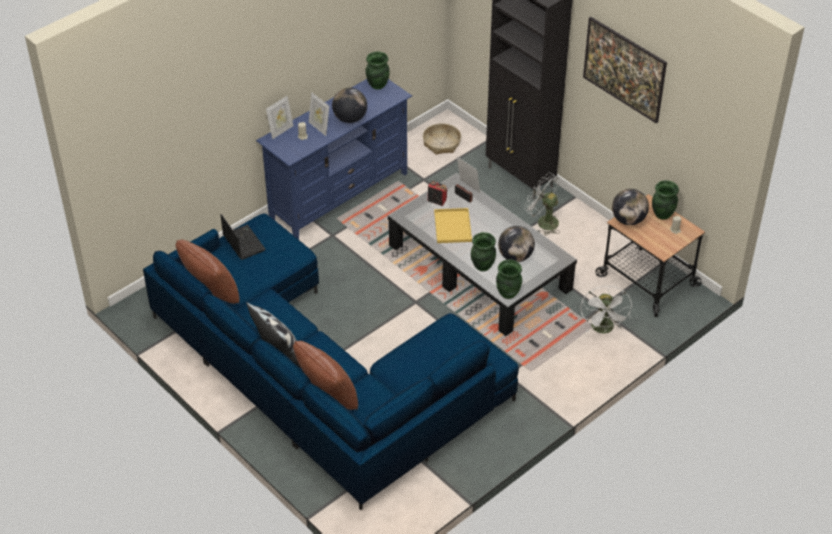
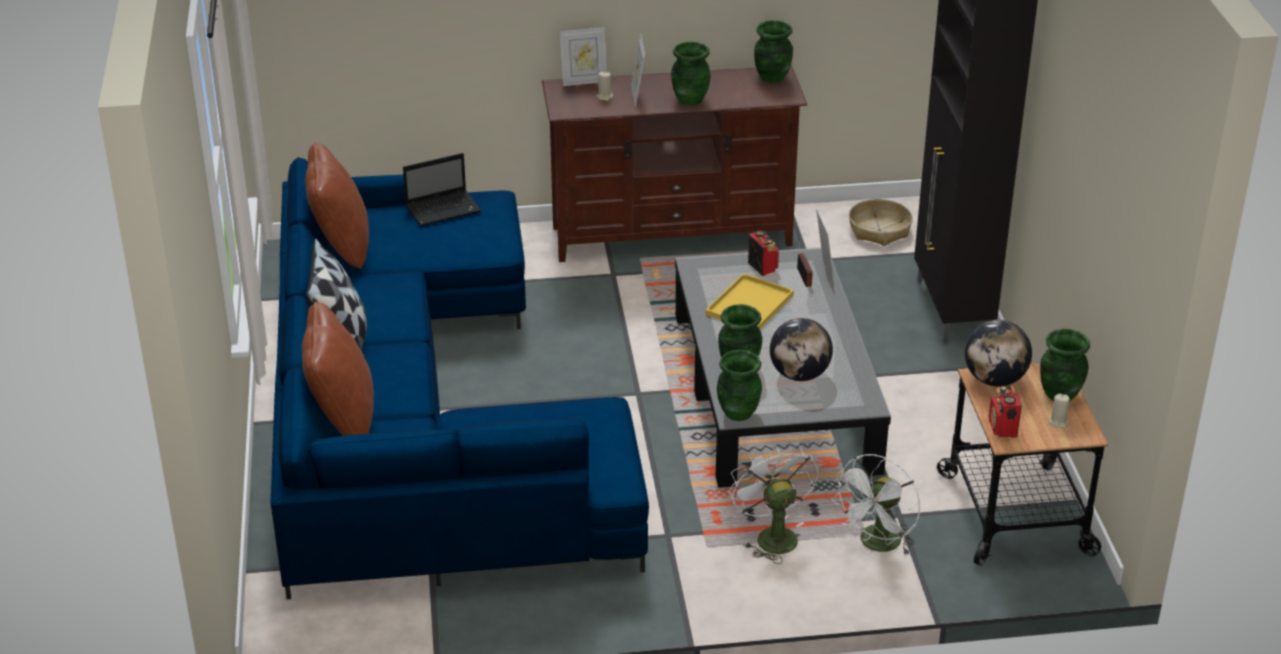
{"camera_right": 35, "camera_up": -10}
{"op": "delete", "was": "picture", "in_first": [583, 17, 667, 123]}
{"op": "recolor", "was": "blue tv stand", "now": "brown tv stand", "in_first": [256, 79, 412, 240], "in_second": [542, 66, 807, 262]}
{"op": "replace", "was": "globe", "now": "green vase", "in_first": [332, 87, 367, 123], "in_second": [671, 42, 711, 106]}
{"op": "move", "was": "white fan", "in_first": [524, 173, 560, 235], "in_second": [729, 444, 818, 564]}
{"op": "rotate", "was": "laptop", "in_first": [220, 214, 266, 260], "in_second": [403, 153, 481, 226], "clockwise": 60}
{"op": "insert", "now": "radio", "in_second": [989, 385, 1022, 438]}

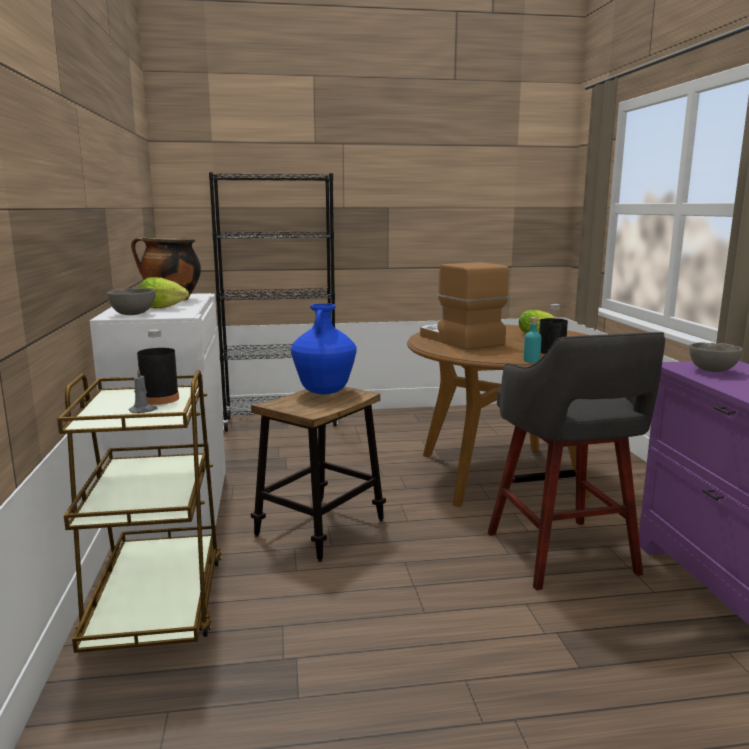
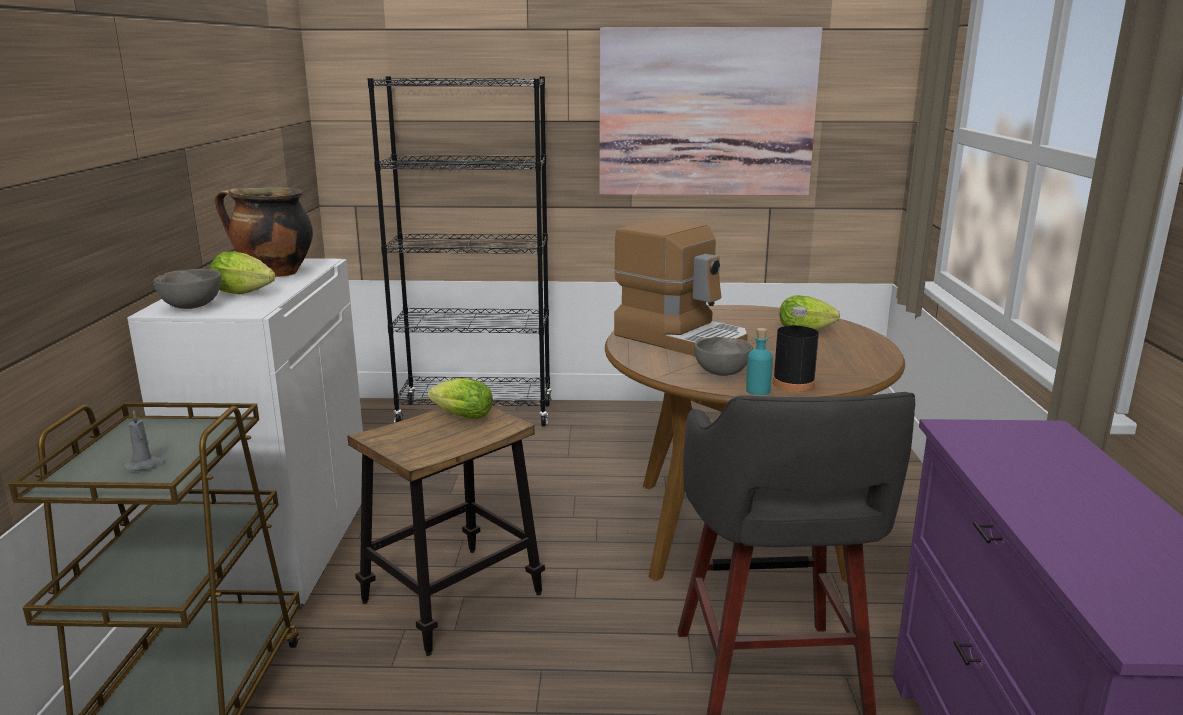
{"camera_right": 10, "camera_up": 5}
{"op": "rotate", "was": "coffee machine", "in_first": [420, 262, 509, 350], "in_second": [614, 219, 748, 356], "clockwise": 150}
{"op": "replace", "was": "blue vase", "now": "lettuce", "in_first": [291, 303, 357, 395], "in_second": [428, 378, 493, 419]}
{"op": "delete", "was": "black bottle", "in_first": [137, 329, 179, 405]}
{"op": "move", "was": "grey bowl", "in_first": [689, 342, 743, 372], "in_second": [694, 337, 753, 376]}
{"op": "insert", "now": "picture", "in_second": [599, 27, 823, 196]}

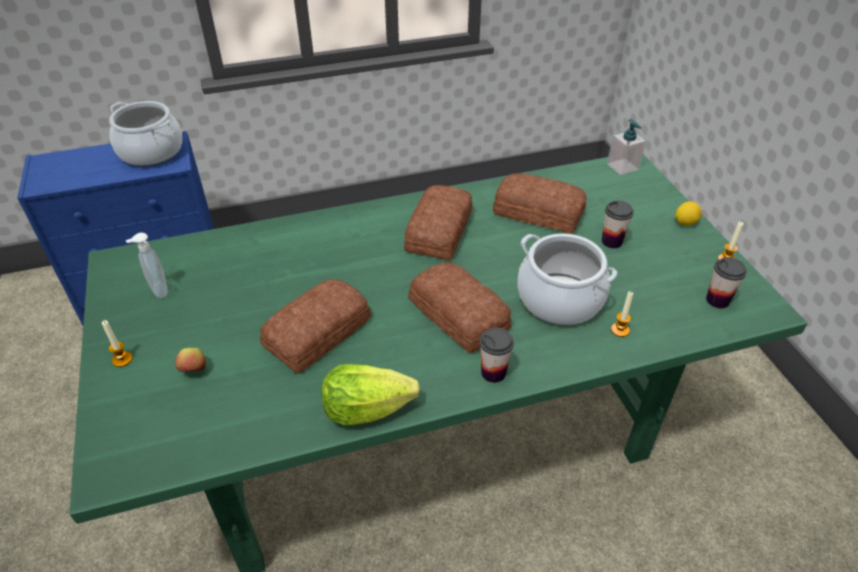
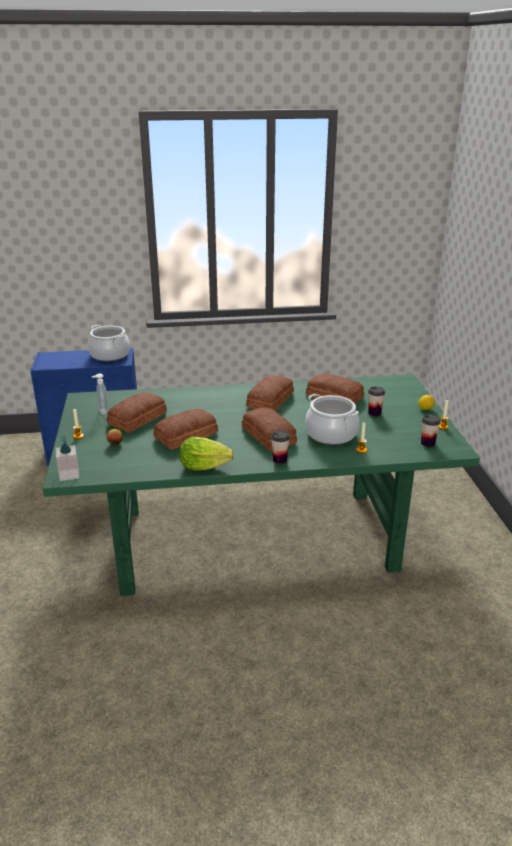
{"camera_right": 10, "camera_up": -15}
{"op": "move", "was": "soap dispenser", "in_first": [607, 119, 647, 175], "in_second": [55, 436, 80, 481]}
{"op": "insert", "now": "bread", "in_second": [107, 392, 167, 433]}

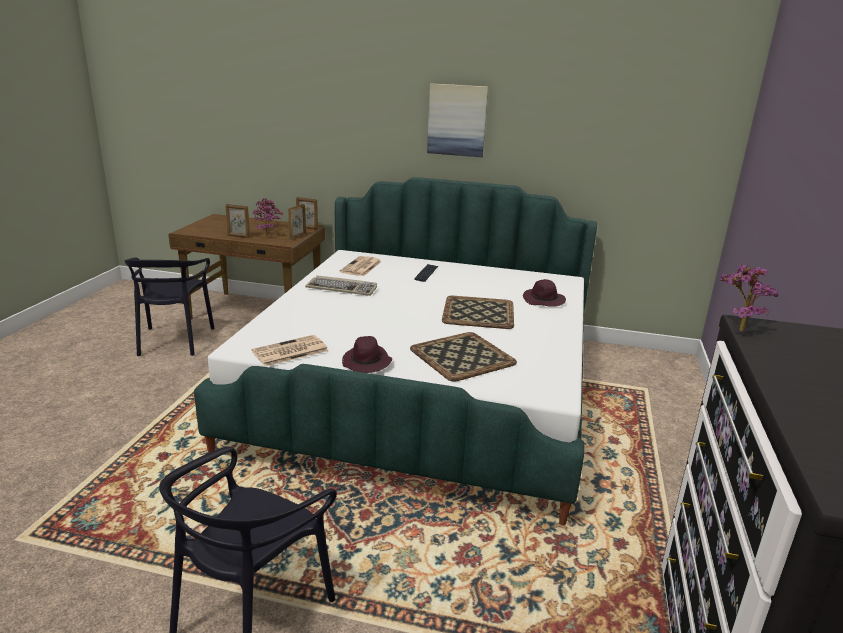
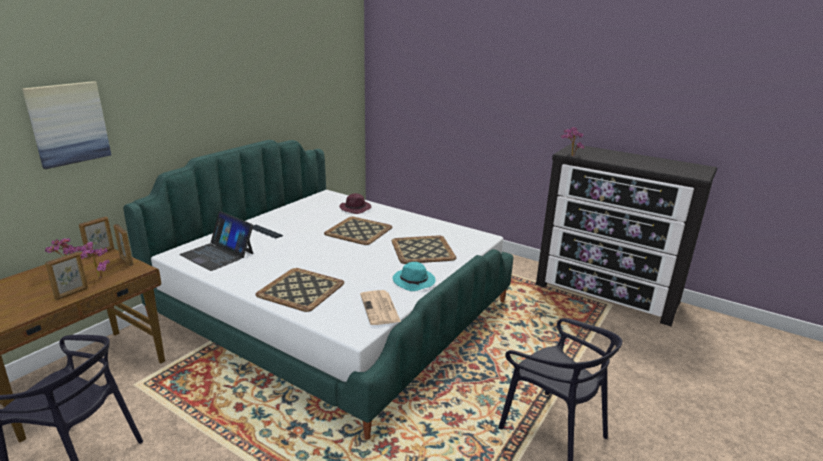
{"camera_right": -70, "camera_up": 0}
{"op": "move", "was": "picture", "in_first": [427, 83, 488, 157], "in_second": [22, 81, 111, 169]}
{"op": "replace", "was": "newspaper", "now": "laptop", "in_first": [340, 256, 381, 276], "in_second": [179, 211, 253, 271]}
{"op": "delete", "was": "keyboard", "in_first": [305, 275, 377, 296]}
{"op": "recolor", "was": "purple hat", "now": "turquoise hat", "in_first": [342, 336, 392, 373], "in_second": [393, 262, 436, 291]}
{"op": "insert", "now": "tray", "in_second": [255, 268, 344, 312]}

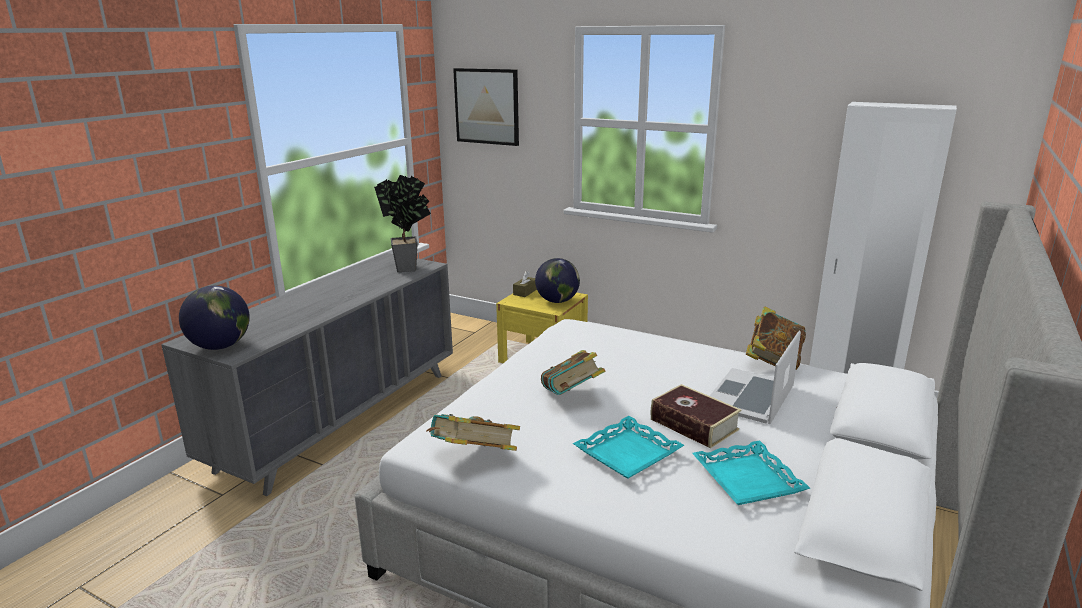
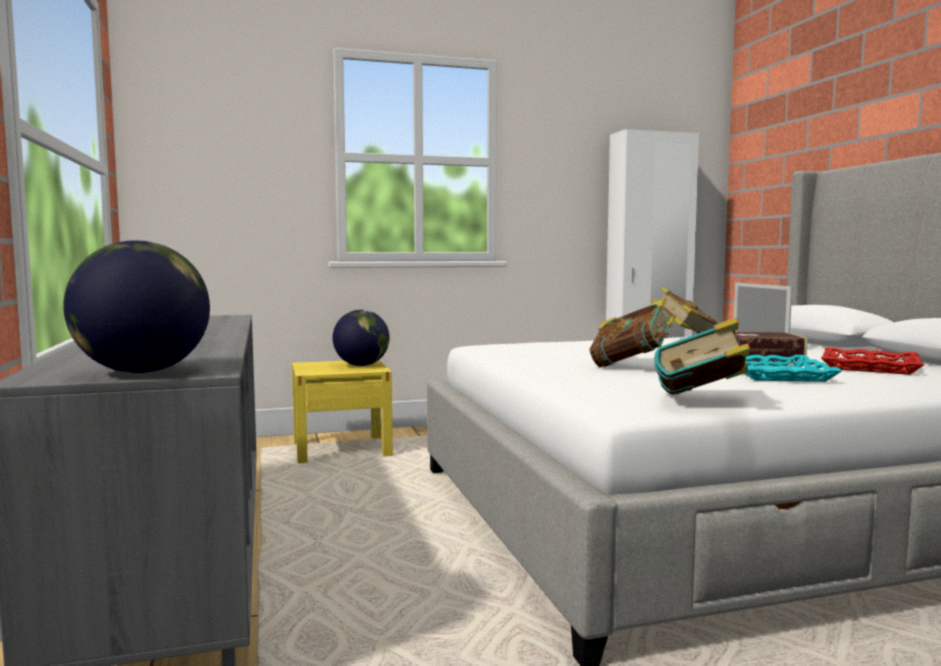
{"camera_right": -45, "camera_up": -15}
{"op": "delete", "was": "picture", "in_first": [453, 68, 519, 146]}
{"op": "delete", "was": "potted plant", "in_first": [374, 175, 431, 272]}
{"op": "delete", "was": "brown tissue box", "in_first": [513, 271, 537, 297]}
{"op": "recolor", "was": "turquoise tray", "now": "red tray", "in_first": [692, 441, 810, 505], "in_second": [821, 347, 924, 375]}

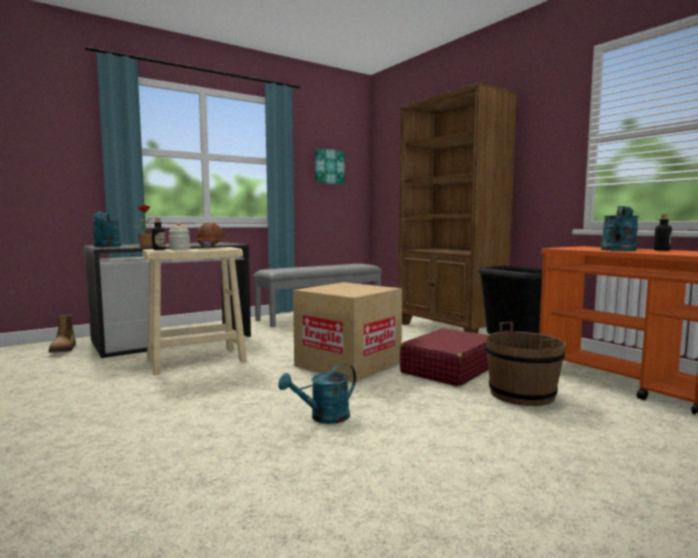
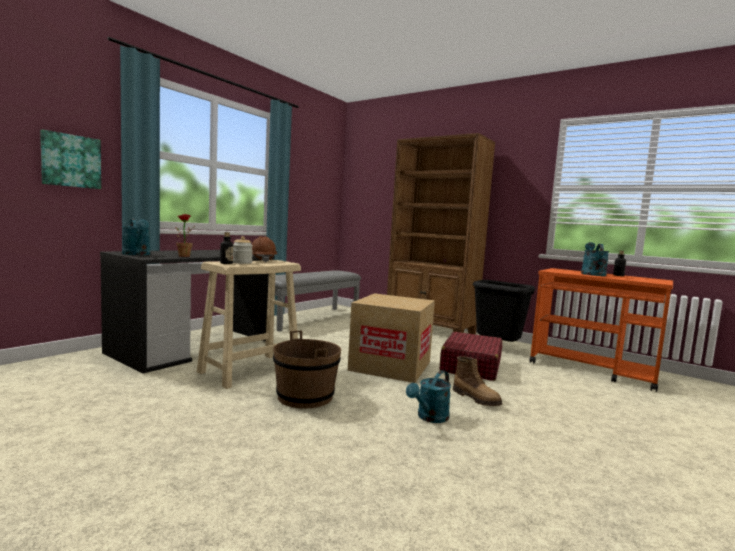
{"camera_right": -20, "camera_up": 0}
{"op": "move", "was": "picture", "in_first": [315, 148, 345, 184], "in_second": [40, 129, 101, 189]}
{"op": "move", "was": "boot", "in_first": [49, 315, 76, 353], "in_second": [453, 356, 502, 406]}
{"op": "move", "was": "brown bucket", "in_first": [485, 322, 566, 406], "in_second": [273, 331, 341, 409]}

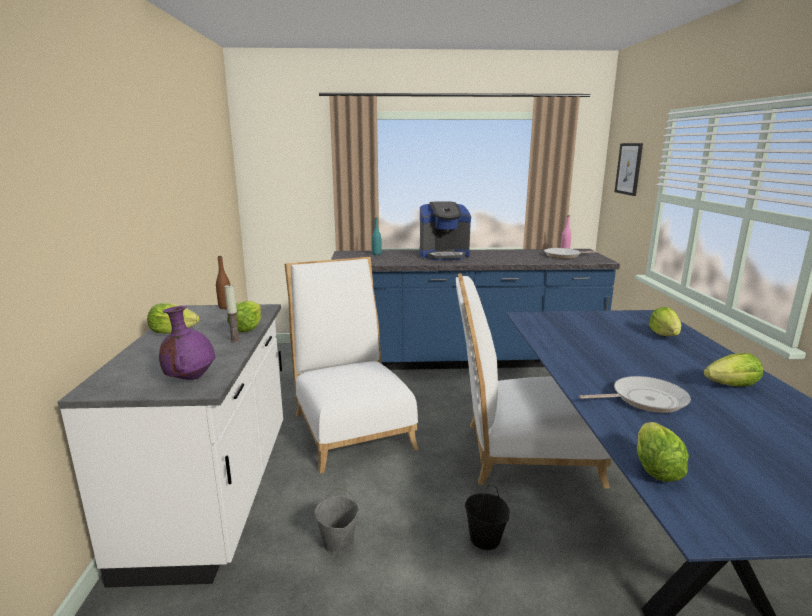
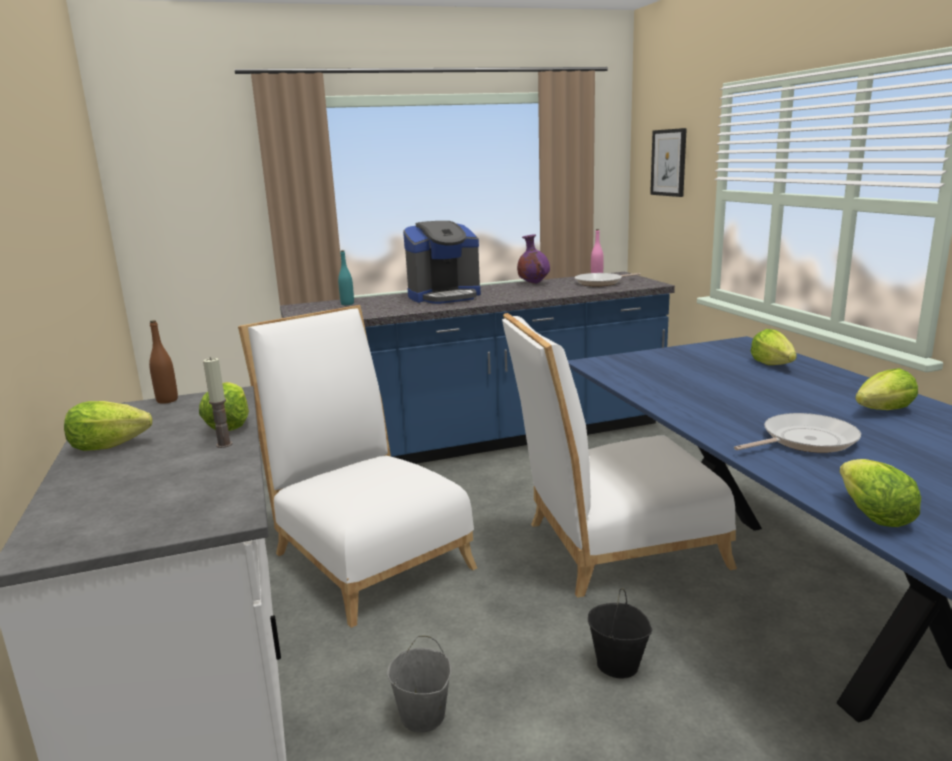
{"camera_right": -15, "camera_up": 0}
{"op": "move", "was": "purple vase", "in_first": [159, 306, 215, 380], "in_second": [517, 235, 550, 284]}

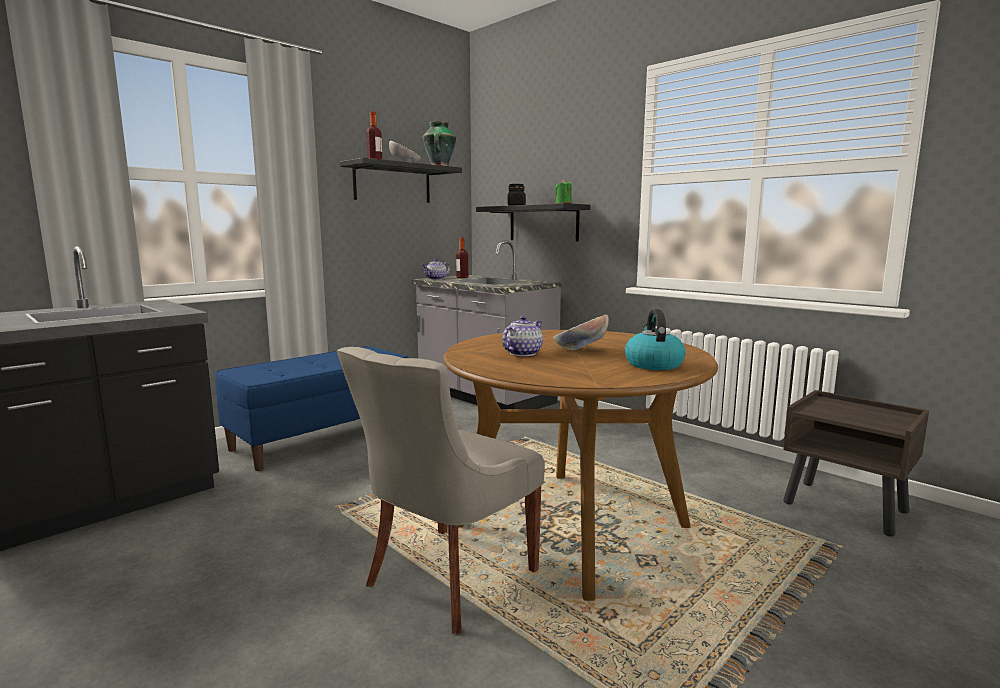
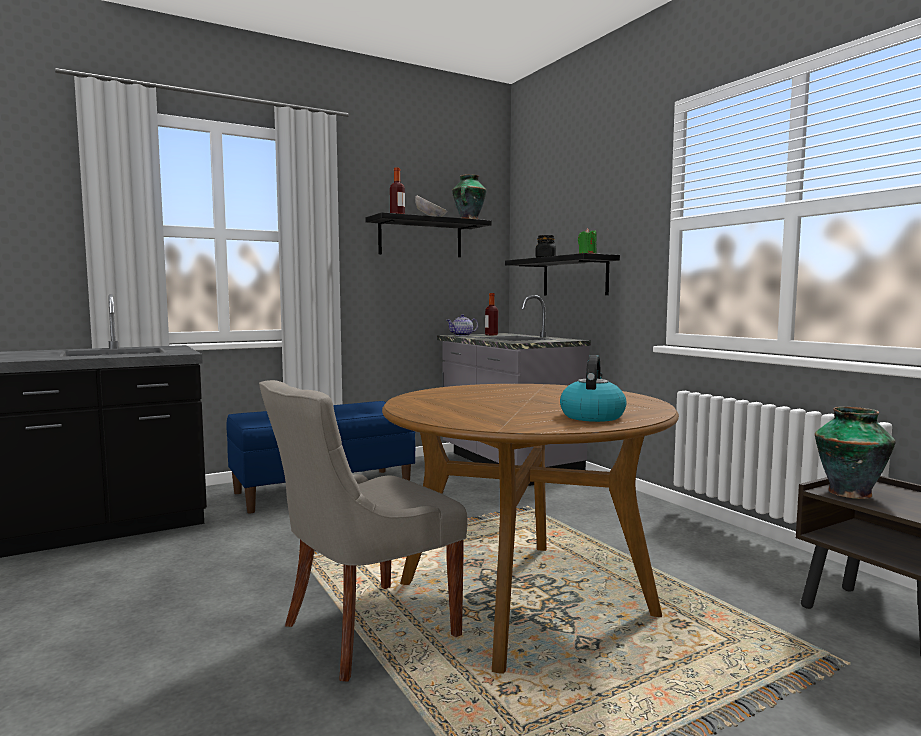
{"camera_right": 15, "camera_up": -5}
{"op": "delete", "was": "bowl", "in_first": [553, 314, 609, 350]}
{"op": "delete", "was": "teapot", "in_first": [502, 316, 543, 356]}
{"op": "insert", "now": "vase", "in_second": [815, 407, 896, 499]}

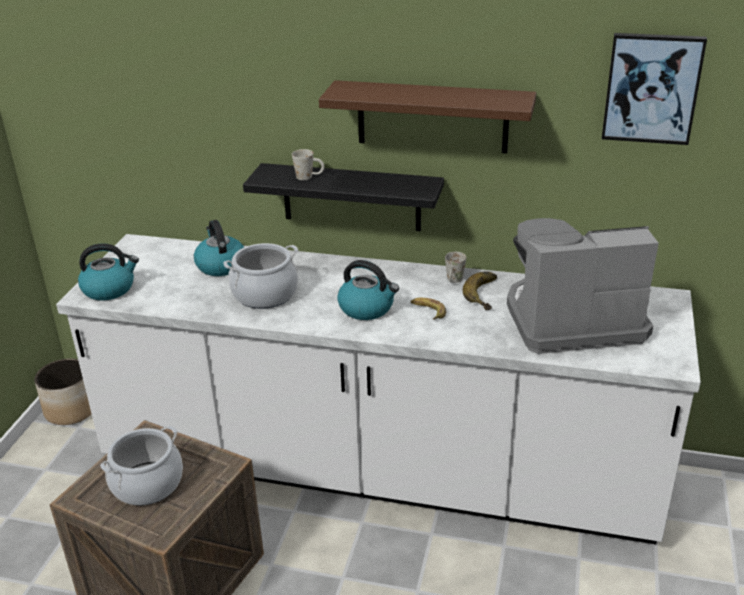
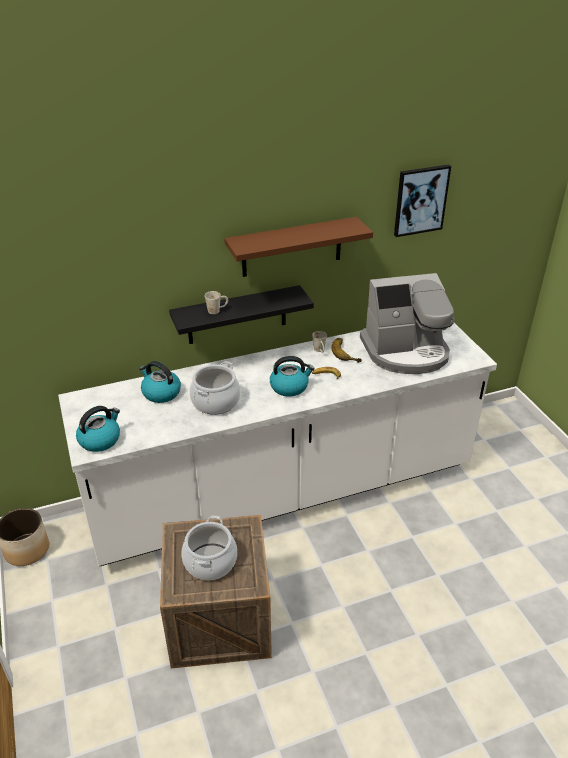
{"camera_right": -35, "camera_up": 5}
{"op": "rotate", "was": "coffee machine", "in_first": [507, 218, 659, 354], "in_second": [360, 273, 455, 374], "clockwise": -150}

